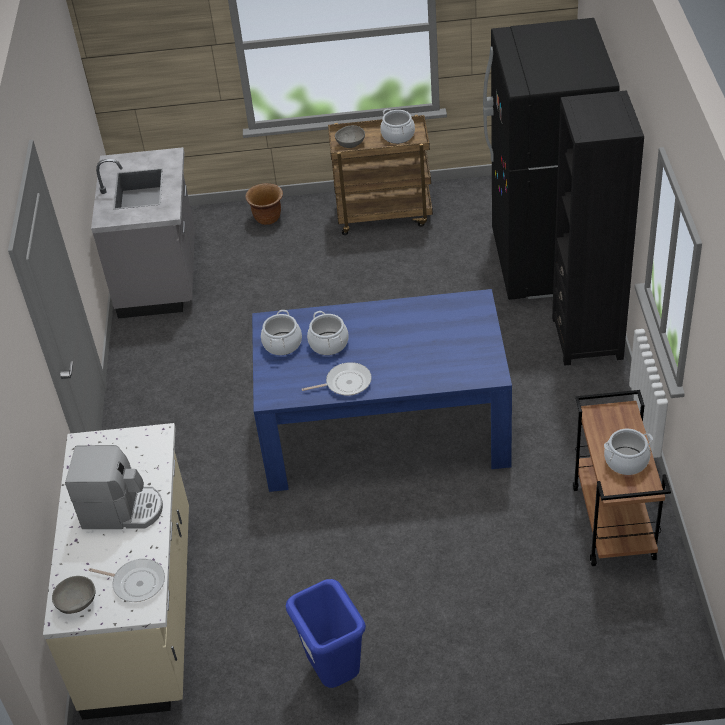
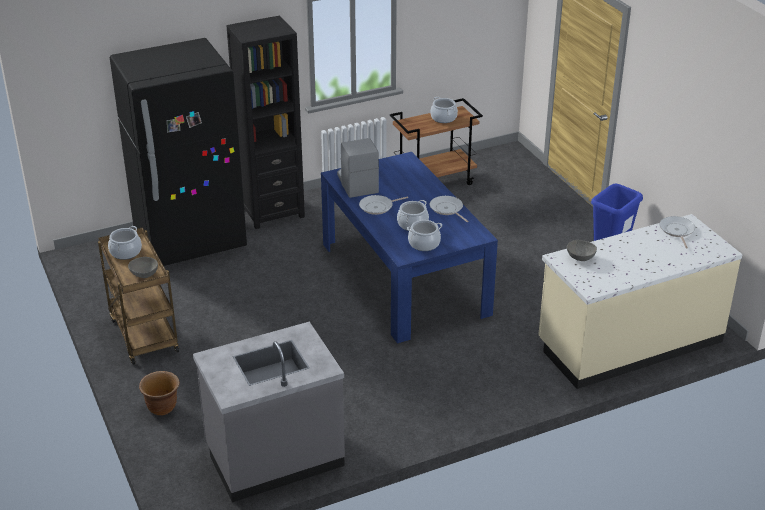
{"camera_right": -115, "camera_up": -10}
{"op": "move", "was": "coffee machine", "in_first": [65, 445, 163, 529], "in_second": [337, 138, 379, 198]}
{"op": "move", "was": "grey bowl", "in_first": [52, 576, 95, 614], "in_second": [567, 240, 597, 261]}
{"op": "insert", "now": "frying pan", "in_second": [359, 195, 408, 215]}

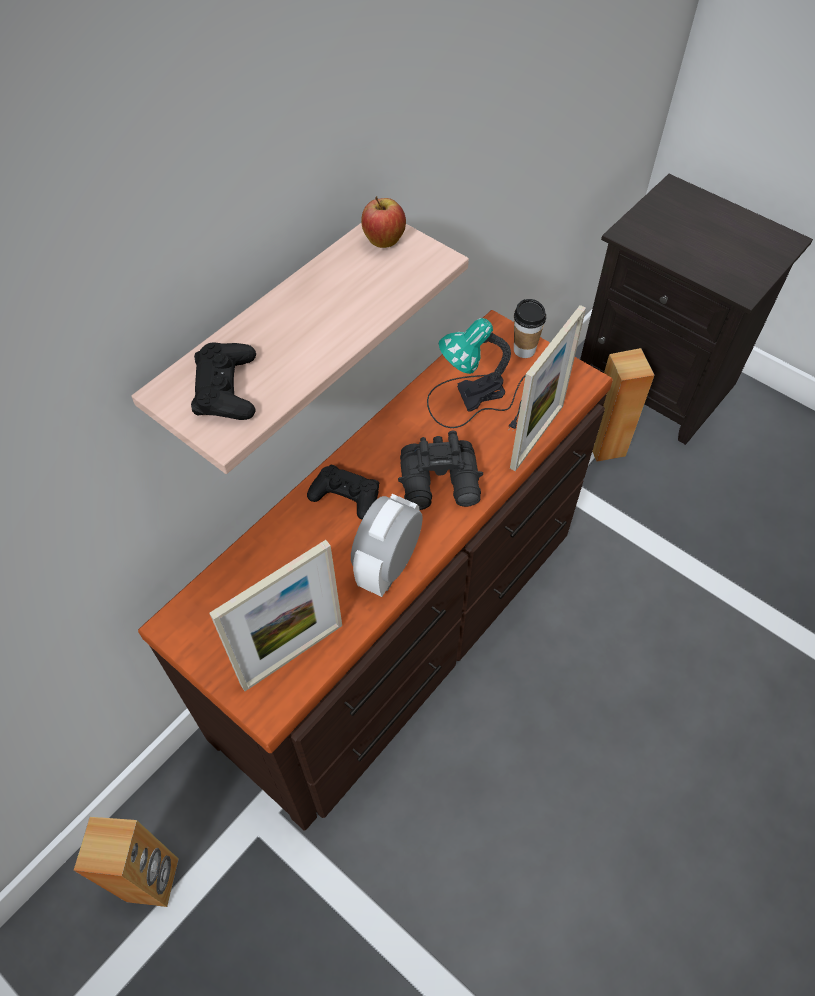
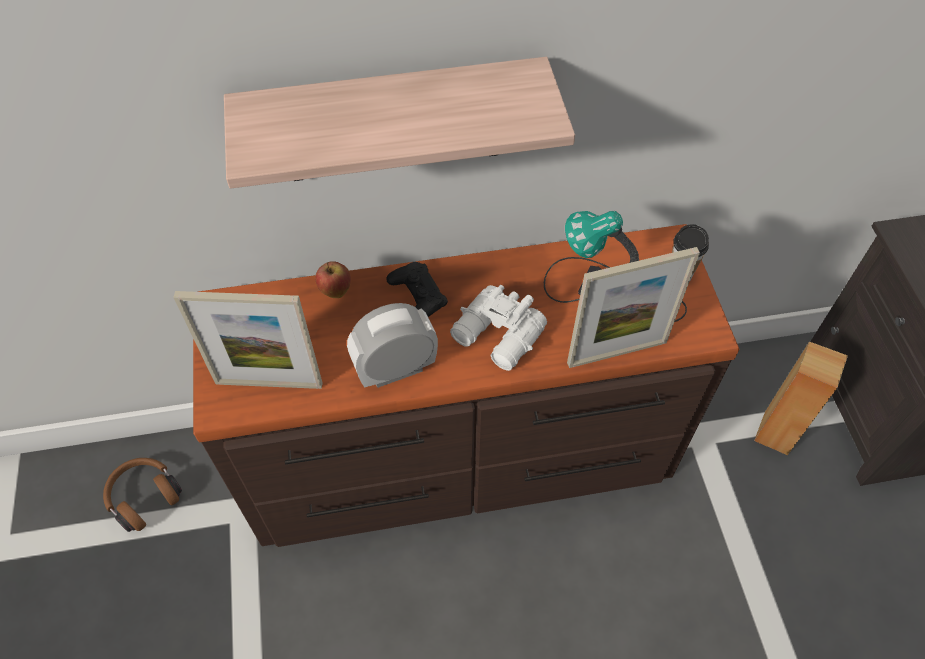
{"camera_right": 40, "camera_up": 0}
{"op": "move", "was": "apple", "in_first": [361, 196, 406, 248], "in_second": [315, 261, 351, 298]}
{"op": "delete", "was": "black game controller", "in_first": [191, 342, 256, 420]}
{"op": "recolor", "was": "black binoculars", "now": "white binoculars", "in_first": [398, 431, 483, 510], "in_second": [450, 285, 547, 371]}
{"op": "replace", "was": "brown speaker", "now": "brown headphones", "in_first": [73, 817, 179, 907], "in_second": [103, 458, 182, 532]}

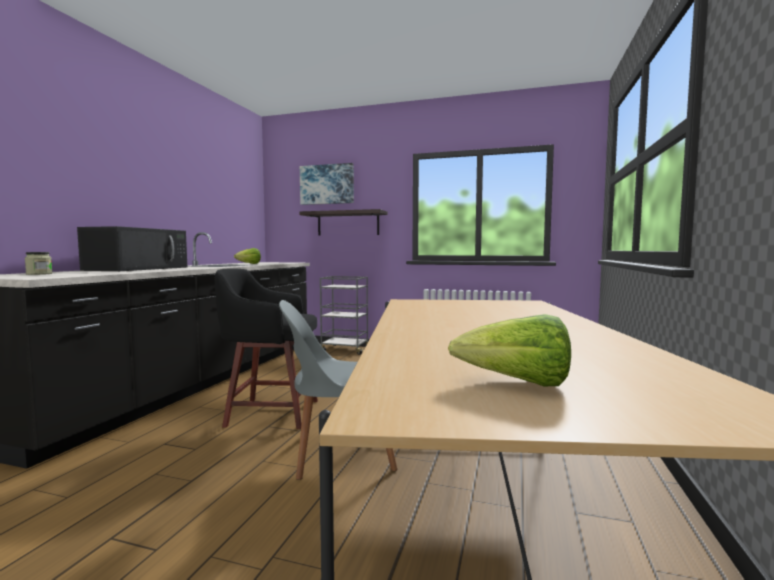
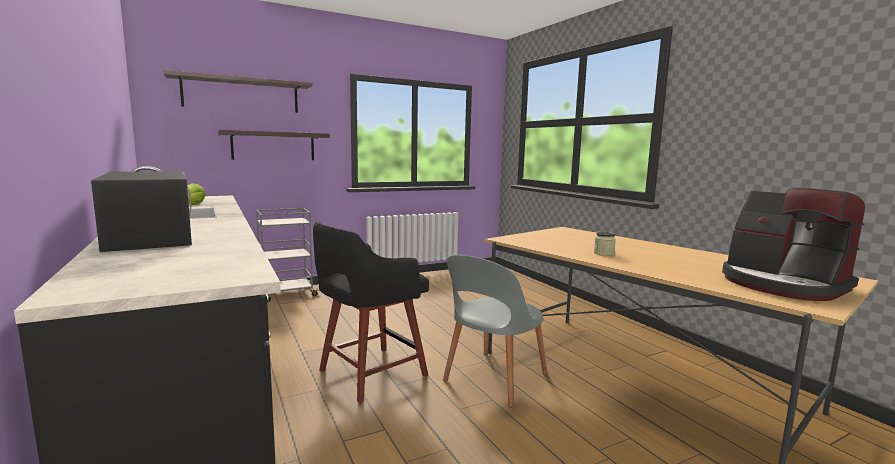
{"camera_right": -45, "camera_up": 5}
{"op": "replace", "was": "picture", "now": "shelf", "in_first": [300, 163, 354, 205], "in_second": [163, 70, 313, 113]}
{"op": "move", "was": "jar", "in_first": [25, 252, 52, 275], "in_second": [594, 232, 616, 256]}
{"op": "replace", "was": "lettuce", "now": "coffee machine", "in_first": [448, 314, 571, 386], "in_second": [722, 188, 865, 301]}

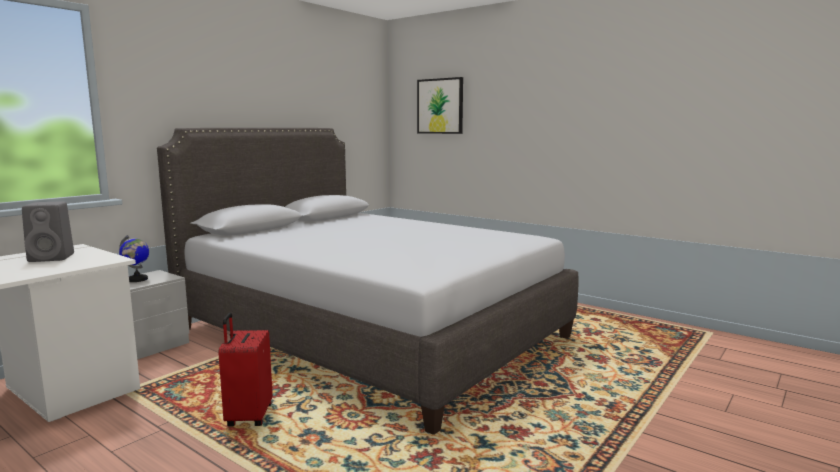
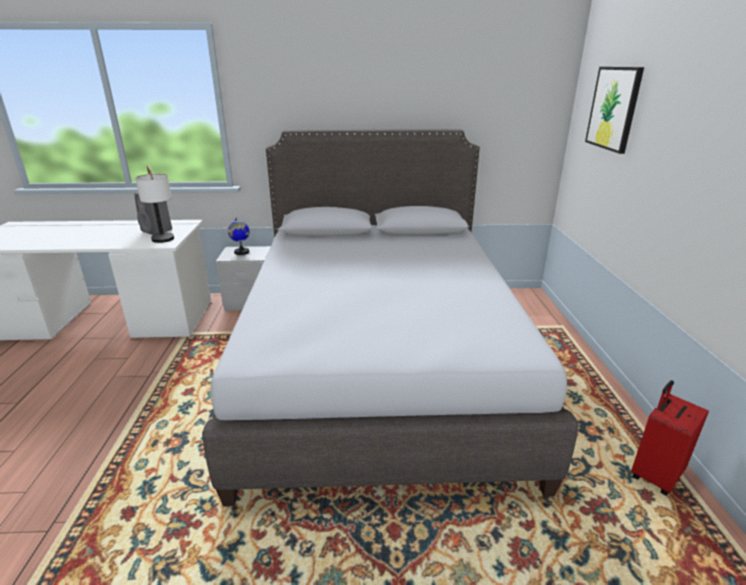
{"camera_right": 50, "camera_up": 15}
{"op": "move", "was": "red suitcase", "in_first": [218, 313, 273, 427], "in_second": [631, 380, 709, 496]}
{"op": "insert", "now": "table lamp", "in_second": [135, 165, 174, 243]}

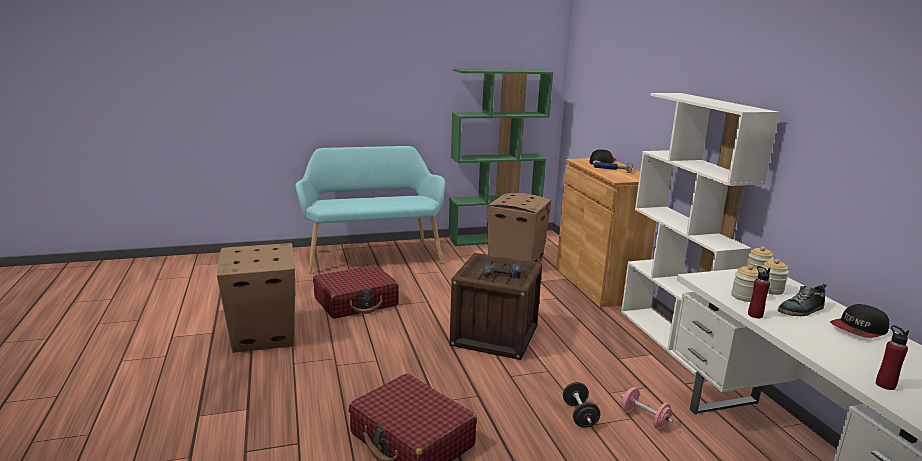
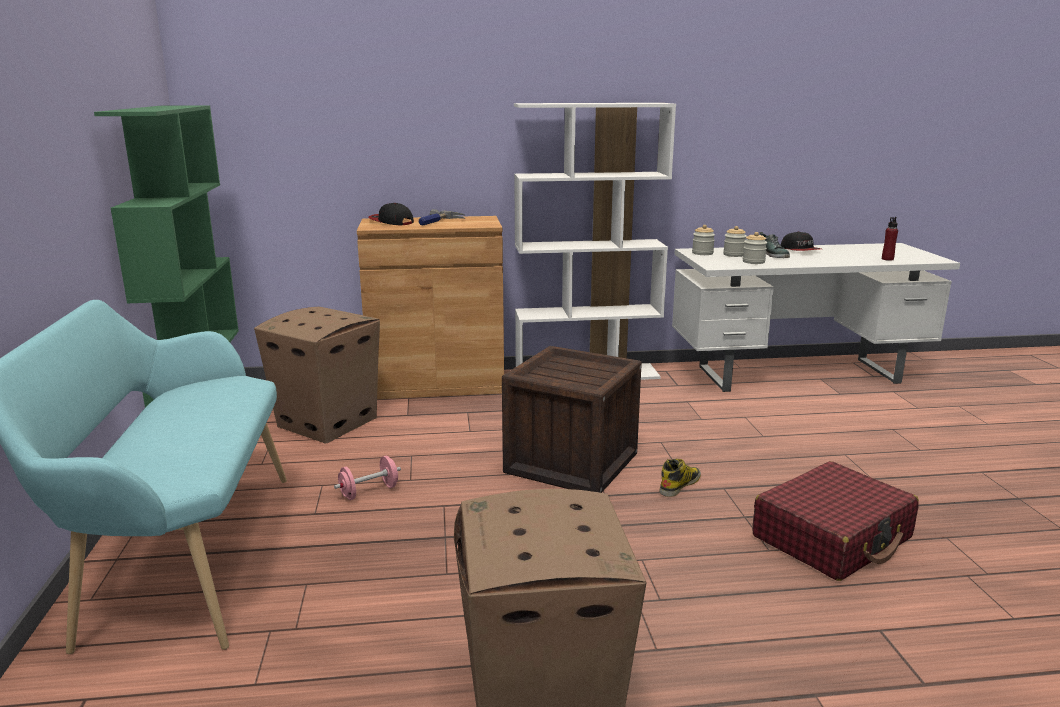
{"camera_right": -80, "camera_up": 0}
{"op": "delete", "was": "power drill", "in_first": [483, 260, 521, 279]}
{"op": "delete", "was": "red suitcase", "in_first": [313, 265, 399, 319]}
{"op": "delete", "was": "red bottle", "in_first": [748, 266, 770, 318]}
{"op": "delete", "was": "black dumbbell", "in_first": [563, 382, 600, 428]}
{"op": "move", "was": "pink dumbbell", "in_first": [621, 387, 673, 430], "in_second": [334, 456, 401, 500]}
{"op": "insert", "now": "boot", "in_second": [659, 459, 701, 497]}

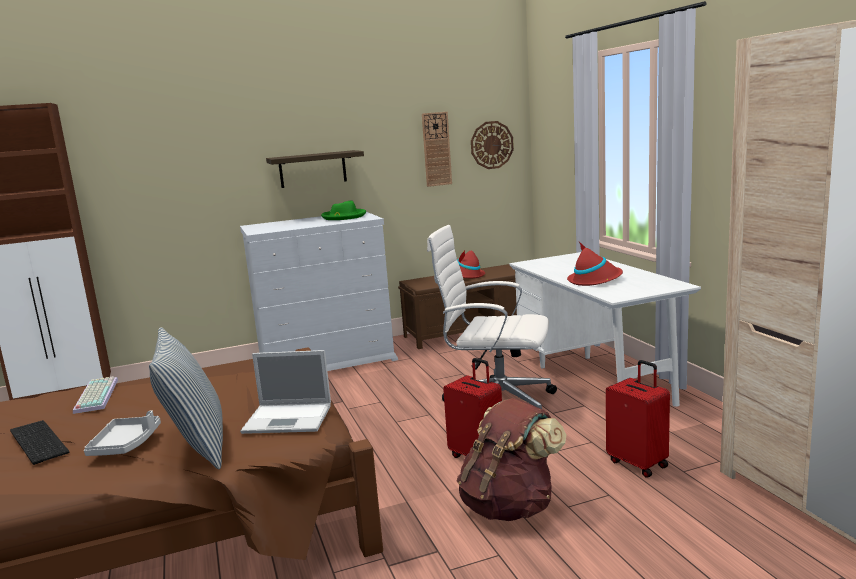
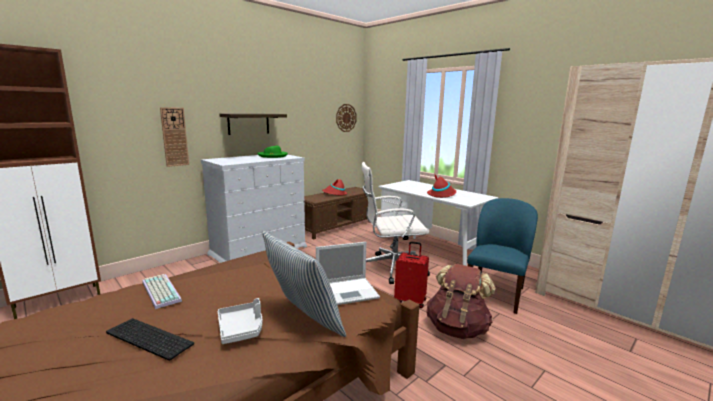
{"camera_right": -25, "camera_up": 0}
{"op": "move", "was": "wall clock", "in_first": [422, 112, 452, 187], "in_second": [160, 107, 189, 167]}
{"op": "replace", "was": "red suitcase", "now": "blue chair", "in_first": [606, 360, 670, 478], "in_second": [467, 198, 538, 314]}

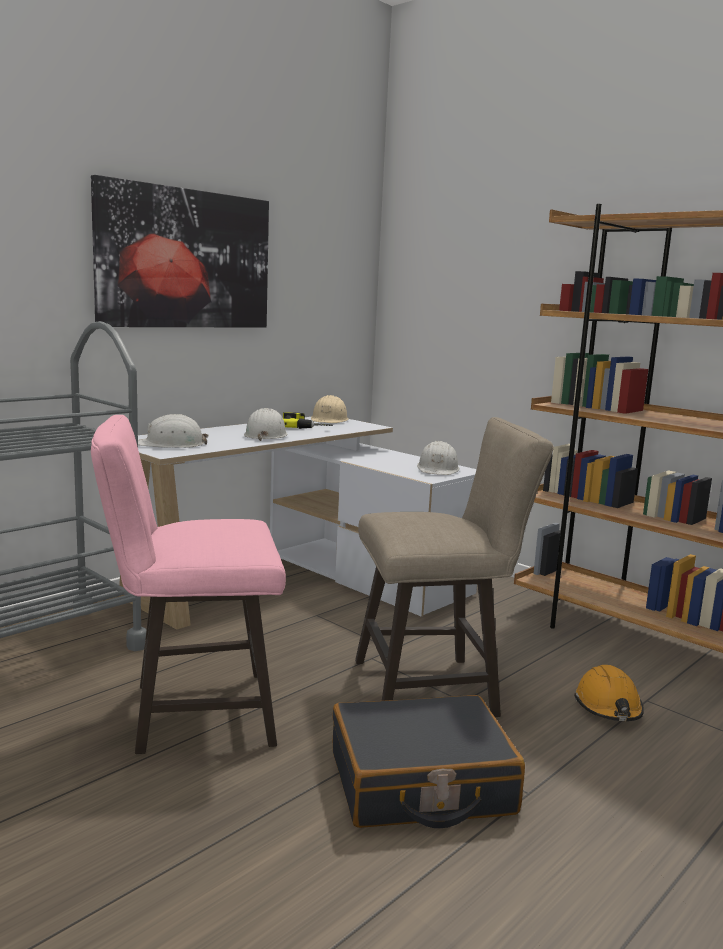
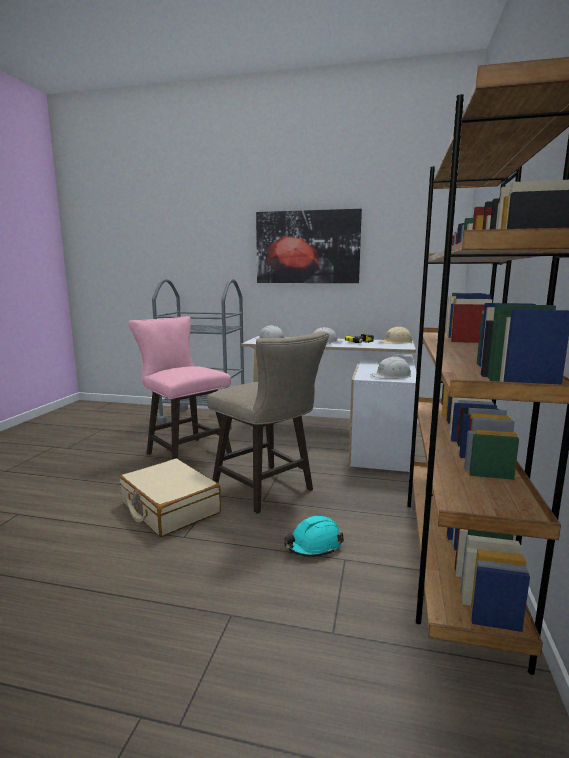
{"camera_right": 60, "camera_up": 0}
{"op": "recolor", "was": "orange hard hat", "now": "turquoise hard hat", "in_first": [574, 665, 644, 721], "in_second": [284, 516, 344, 557]}
{"op": "recolor", "was": "black suitcase", "now": "beige suitcase", "in_first": [333, 695, 525, 828], "in_second": [119, 458, 221, 537]}

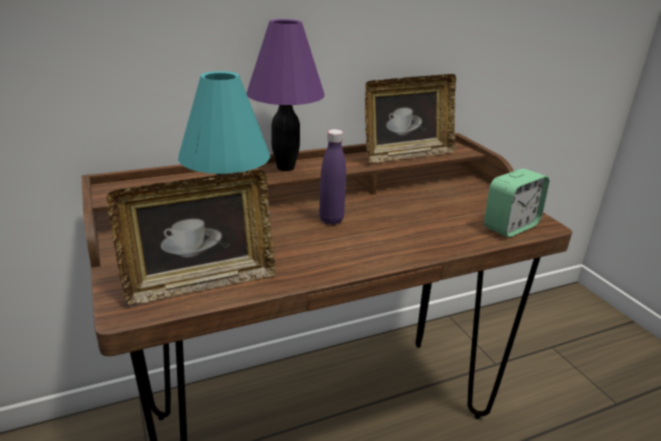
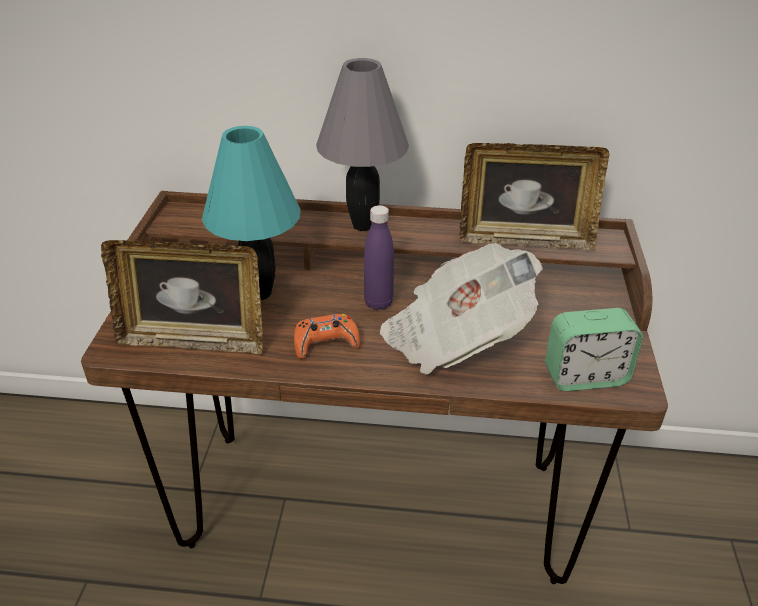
{"camera_right": 30, "camera_up": 10}
{"op": "recolor", "was": "purple table lamp", "now": "grey table lamp", "in_first": [246, 19, 324, 171], "in_second": [316, 58, 409, 231]}
{"op": "insert", "now": "newspaper", "in_second": [380, 243, 543, 375]}
{"op": "insert", "now": "orange game controller", "in_second": [294, 314, 360, 359]}

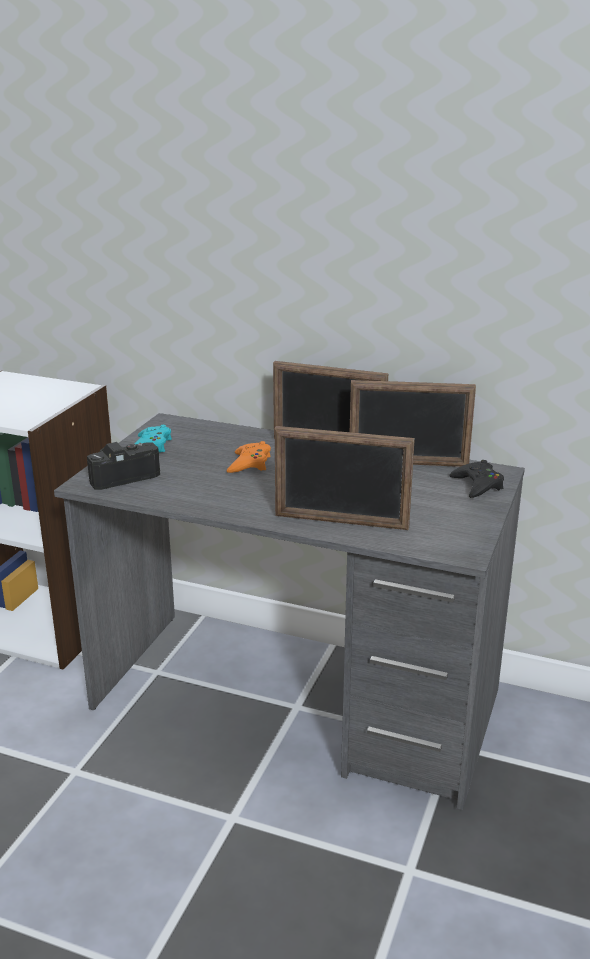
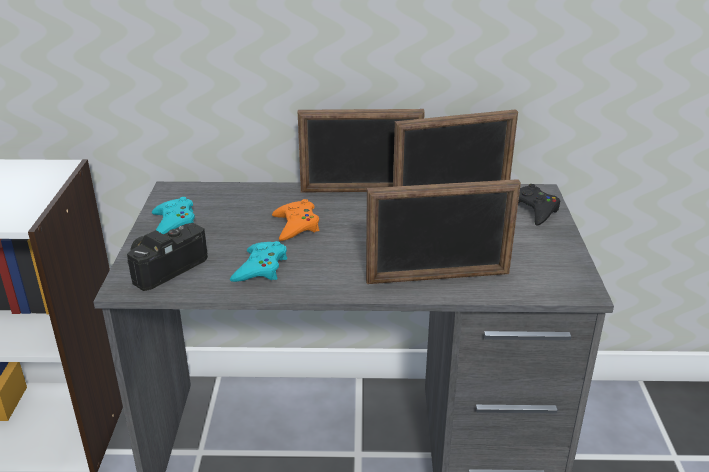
{"camera_right": -20, "camera_up": 5}
{"op": "insert", "now": "turquoise game controller", "in_second": [230, 241, 287, 282]}

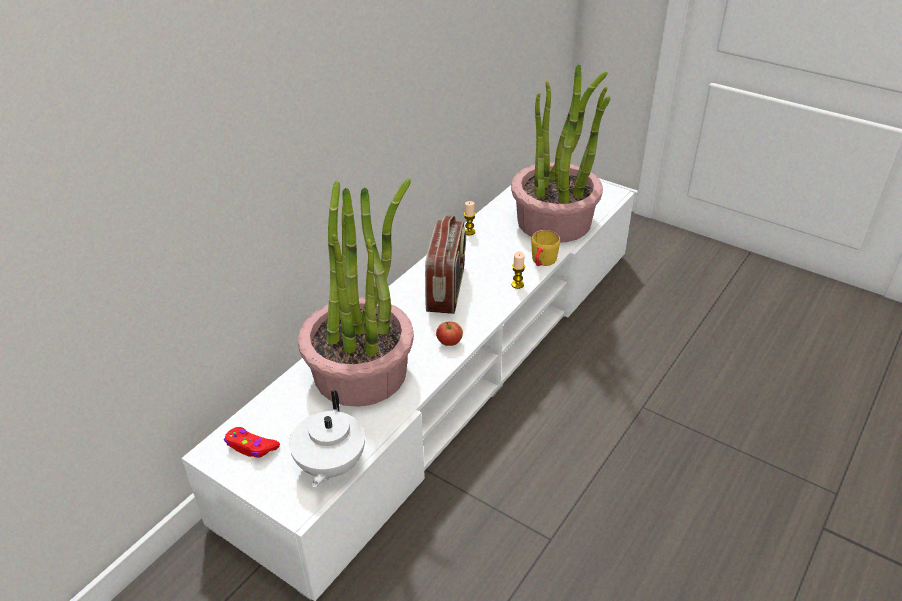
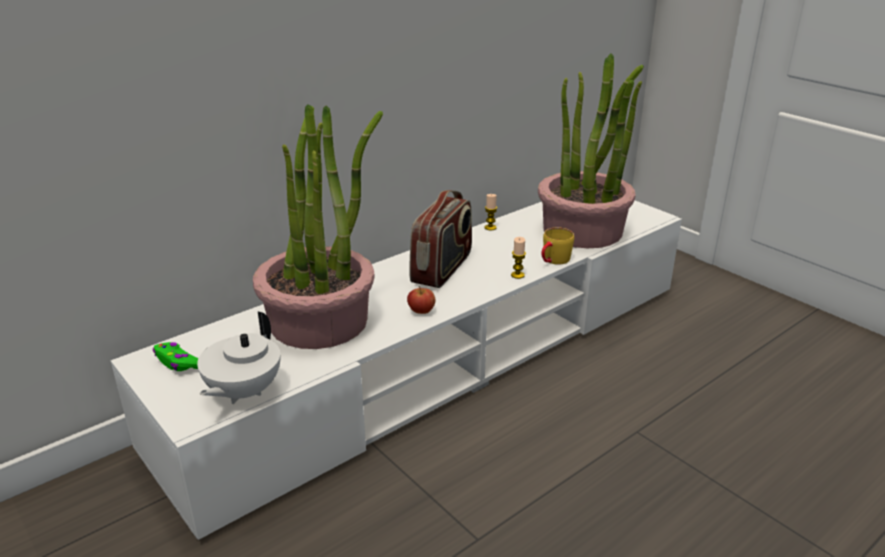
{"camera_right": 15, "camera_up": -10}
{"op": "recolor", "was": "red game controller", "now": "green game controller", "in_first": [224, 427, 280, 458], "in_second": [153, 342, 199, 371]}

